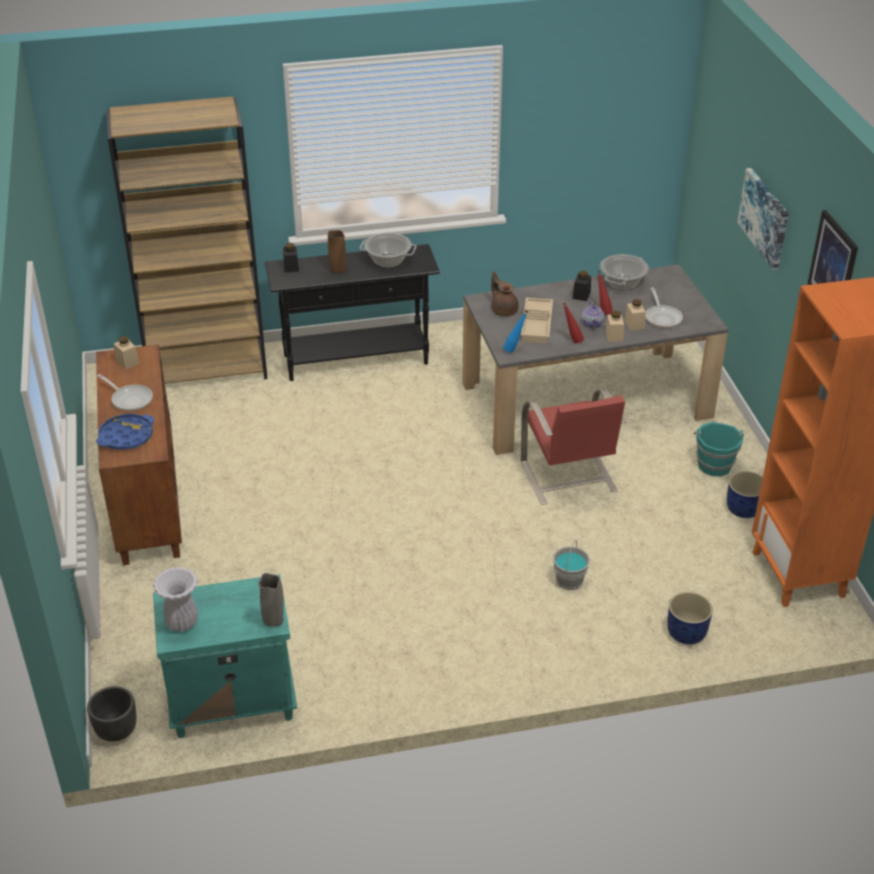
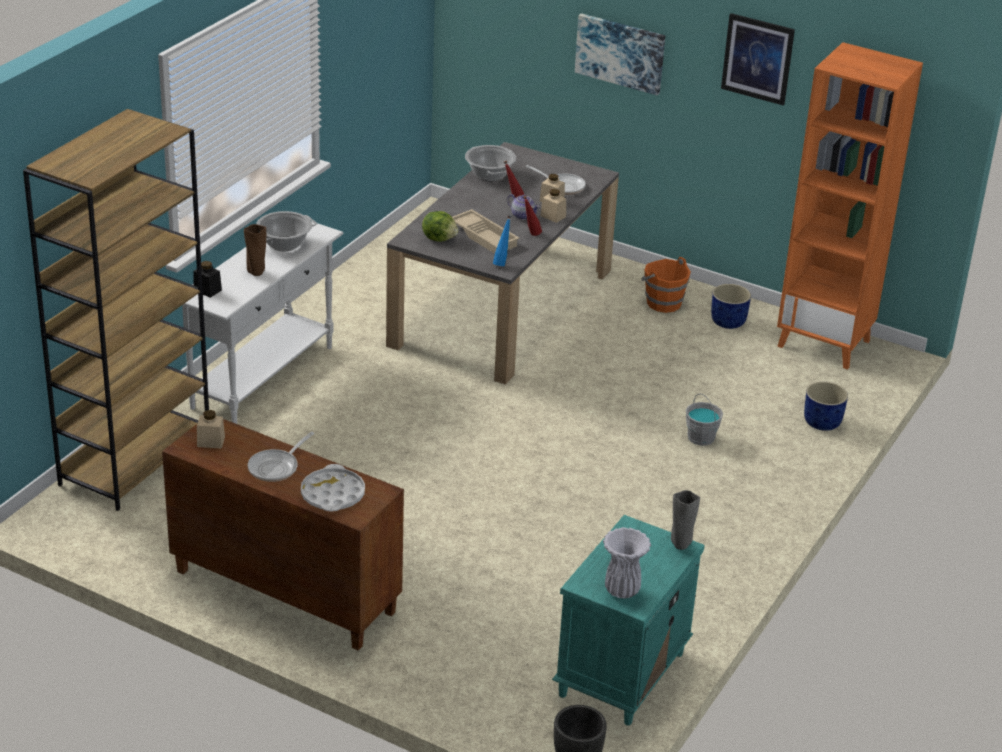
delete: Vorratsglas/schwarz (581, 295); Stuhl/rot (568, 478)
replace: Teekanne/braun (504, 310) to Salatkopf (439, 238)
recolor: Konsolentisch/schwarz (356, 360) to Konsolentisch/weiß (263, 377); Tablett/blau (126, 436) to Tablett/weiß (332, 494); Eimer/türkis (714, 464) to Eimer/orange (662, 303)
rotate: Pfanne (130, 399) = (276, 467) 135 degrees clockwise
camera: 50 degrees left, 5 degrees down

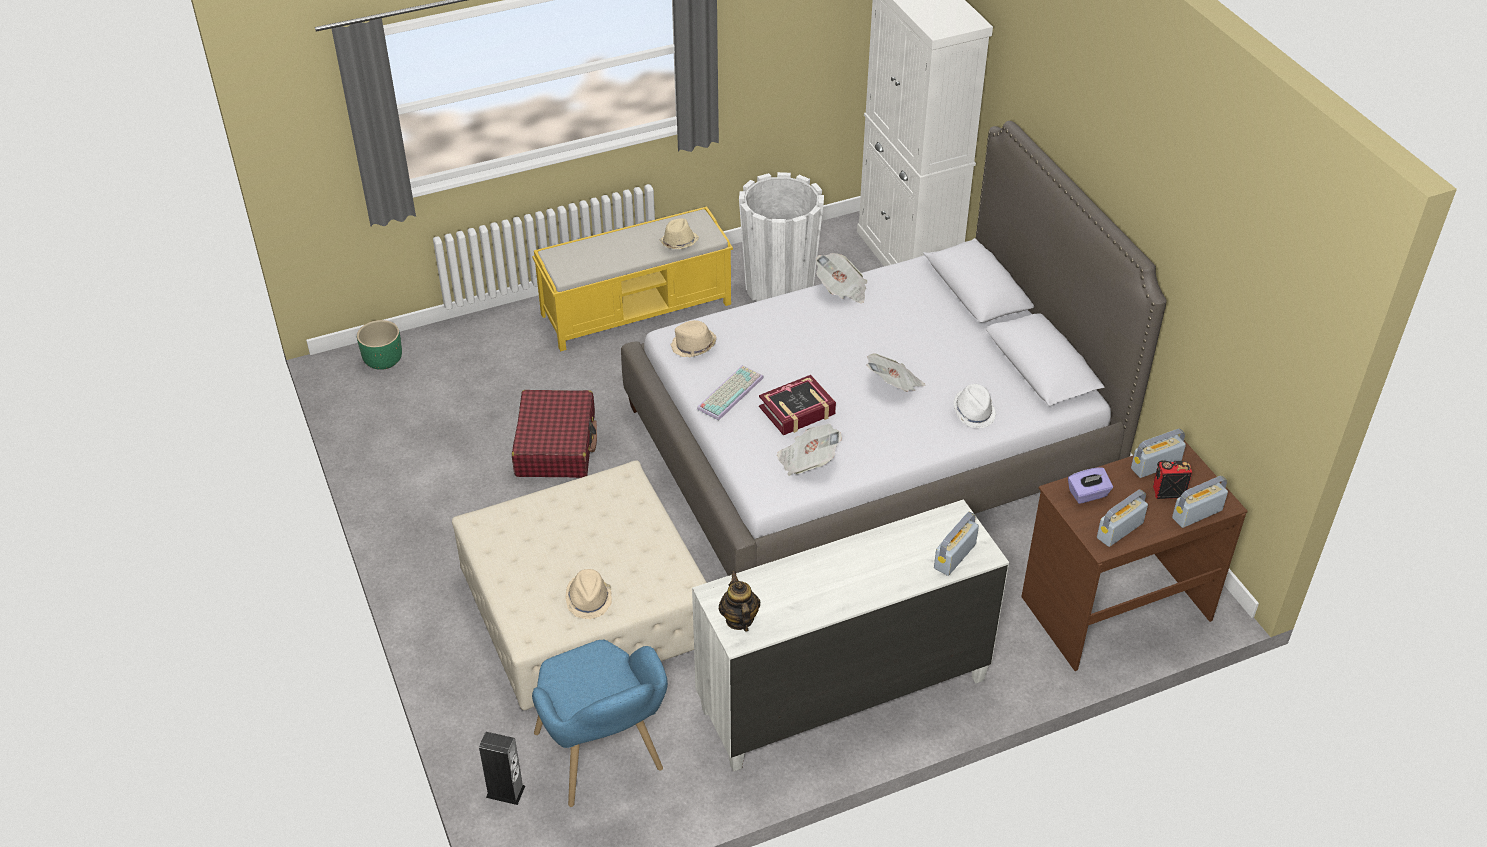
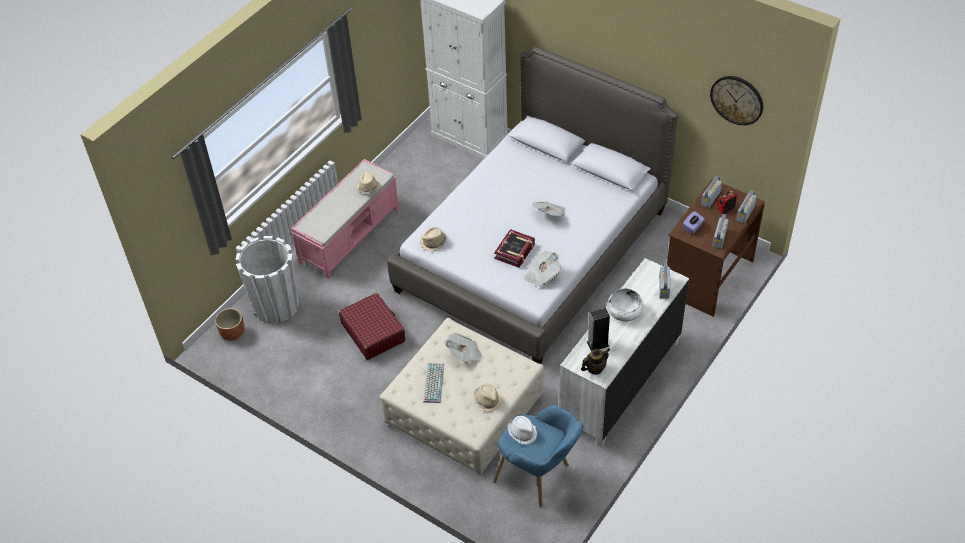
insert: Wanduhr (737, 100); Schüssel/weiß (624, 311)
move: Pflanzkübel/weiß (779, 287) to (276, 305); Zeitung (841, 290) to (464, 354); Tastatur (730, 392) to (433, 382); Hut/weiß (974, 412) to (522, 432); Lautsprecher (505, 791) to (597, 344)
recolor: Bank/gelb (637, 309) to Bank/rosa (350, 234); Pflanzkübel/grün (384, 361) to Pflanzkübel/braun (233, 333)
rotate: Teekanne (739, 619) = (595, 368) 105 degrees clockwise
camera: 30 degrees left, 5 degrees up

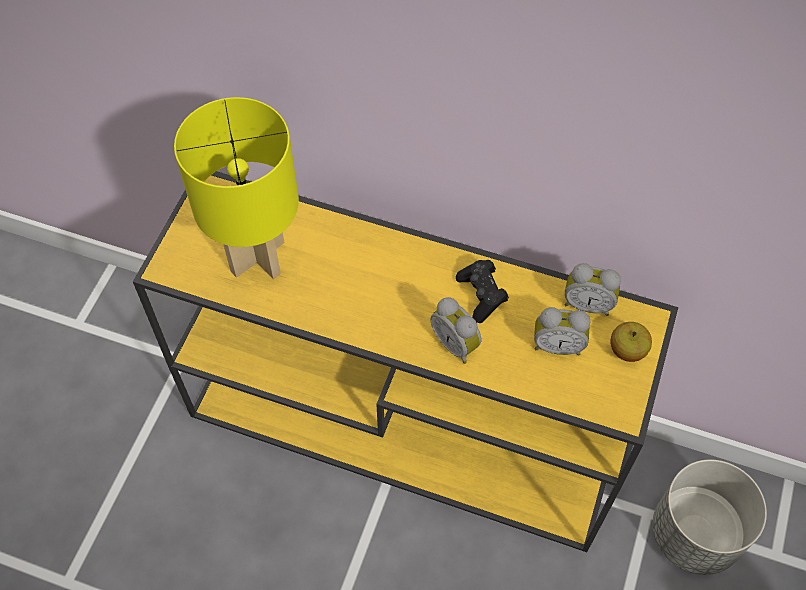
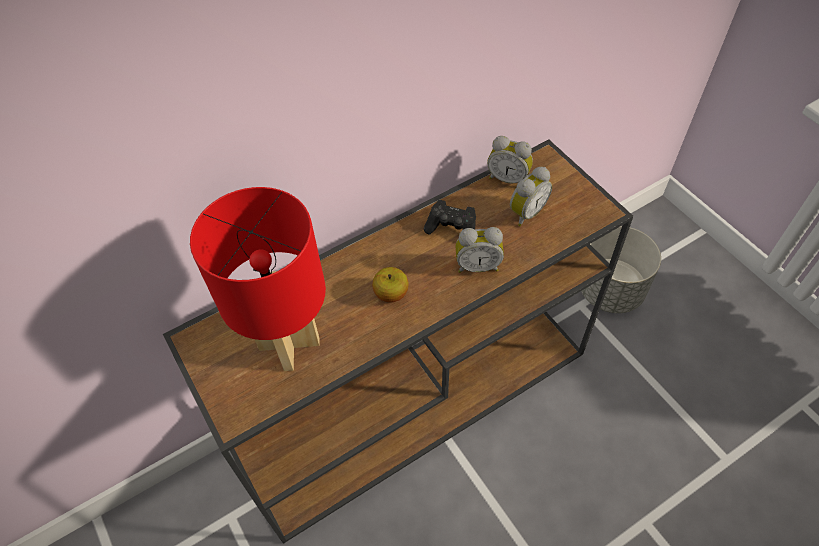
move: Apfel (627, 350) to (391, 294)
recolor: Tischlampe/gelb (259, 257) to Tischlampe/rot (290, 343); Konsolentisch/gelb (407, 427) to Konsolentisch/braun (418, 398)
rotate: Wecker (587, 303) = (508, 178) 60 degrees clockwise
camera: 50 degrees left, 5 degrees down

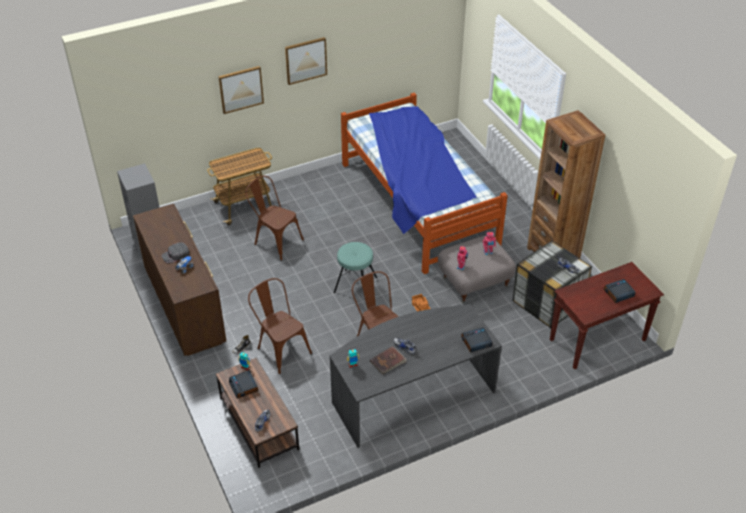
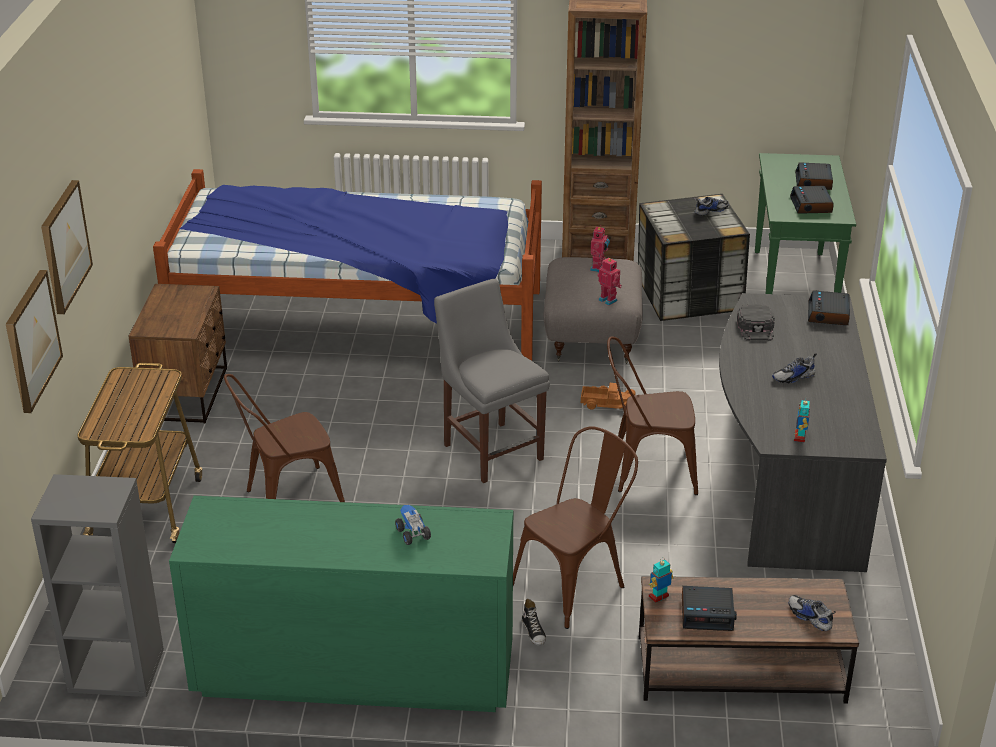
delete: Buch/braun (388, 361)
insert: Wecker (811, 205); Nachttisch/braun (187, 394)
move: Bild (305, 60) to (31, 340); Kappe/schwarz (175, 255) to (756, 328)
replace: Hocker/türkis (355, 285) to Stuhl/grau (491, 449)
recolor: Kommode/braun (185, 306) to Kommode/grün (353, 673); Konsolentisch/braun (597, 341) to Konsolentisch/grün (794, 286)
rotate: Stuhl/braun (280, 349) = (575, 583) 150 degrees clockwise
camera: 60 degrees left, 10 degrees down

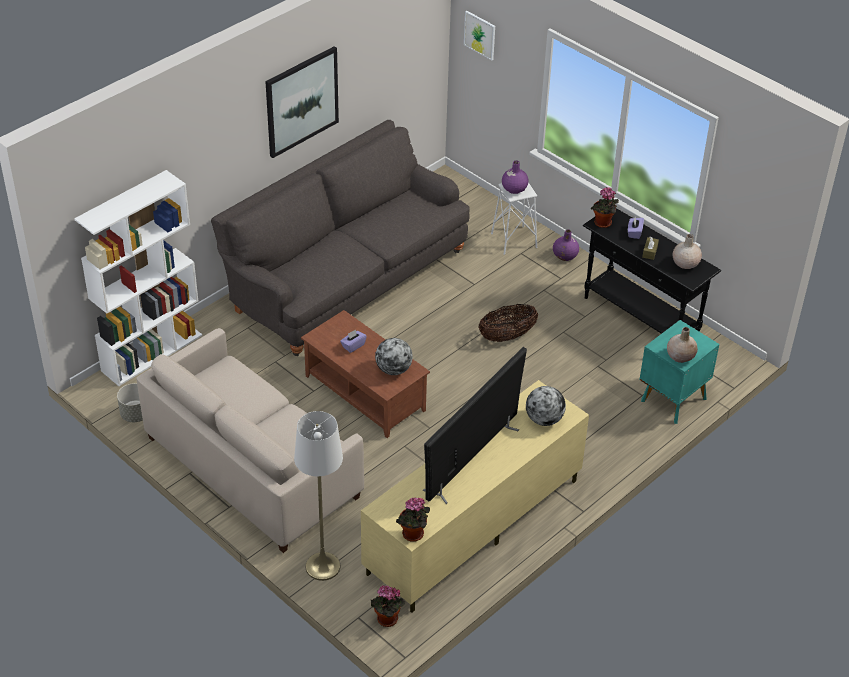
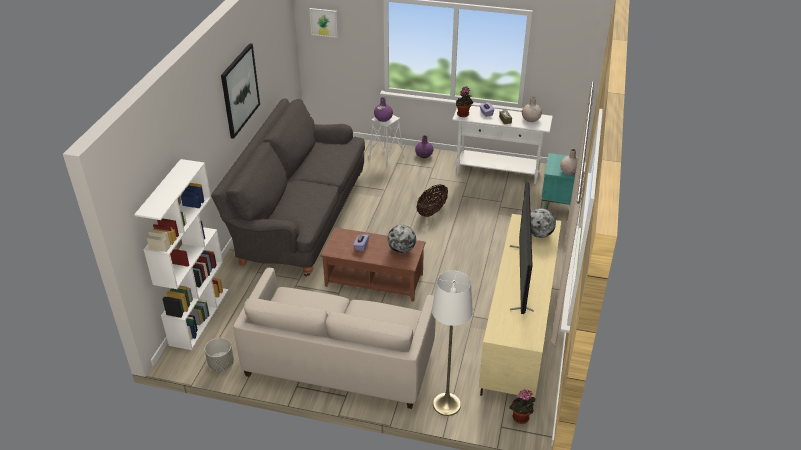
delete: Topfpflanze (413, 535)
recolor: Konsolentisch/schwarz (640, 317) to Konsolentisch/weiß (498, 171)
camera: 30 degrees left, 5 degrees down

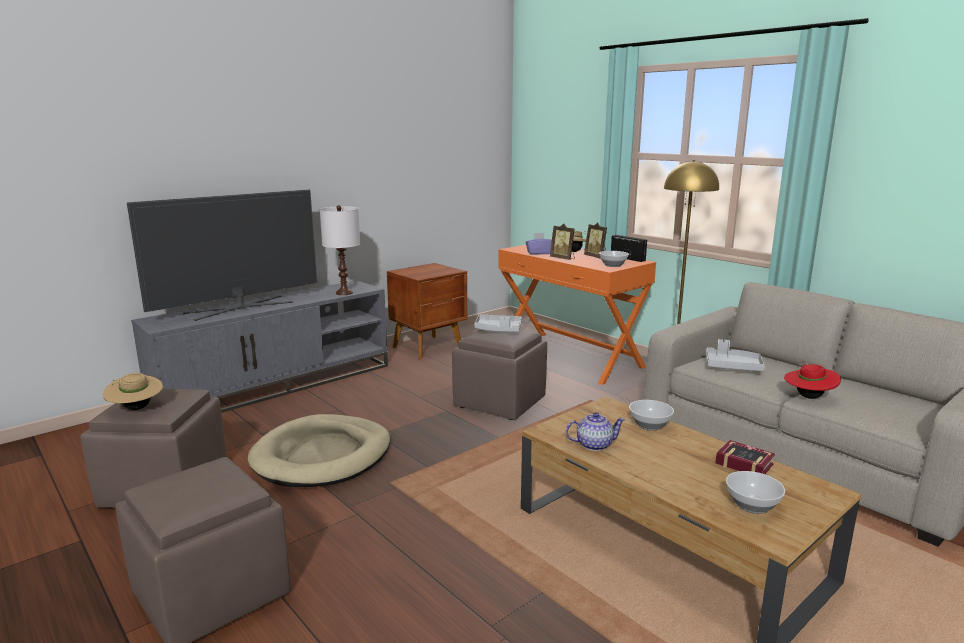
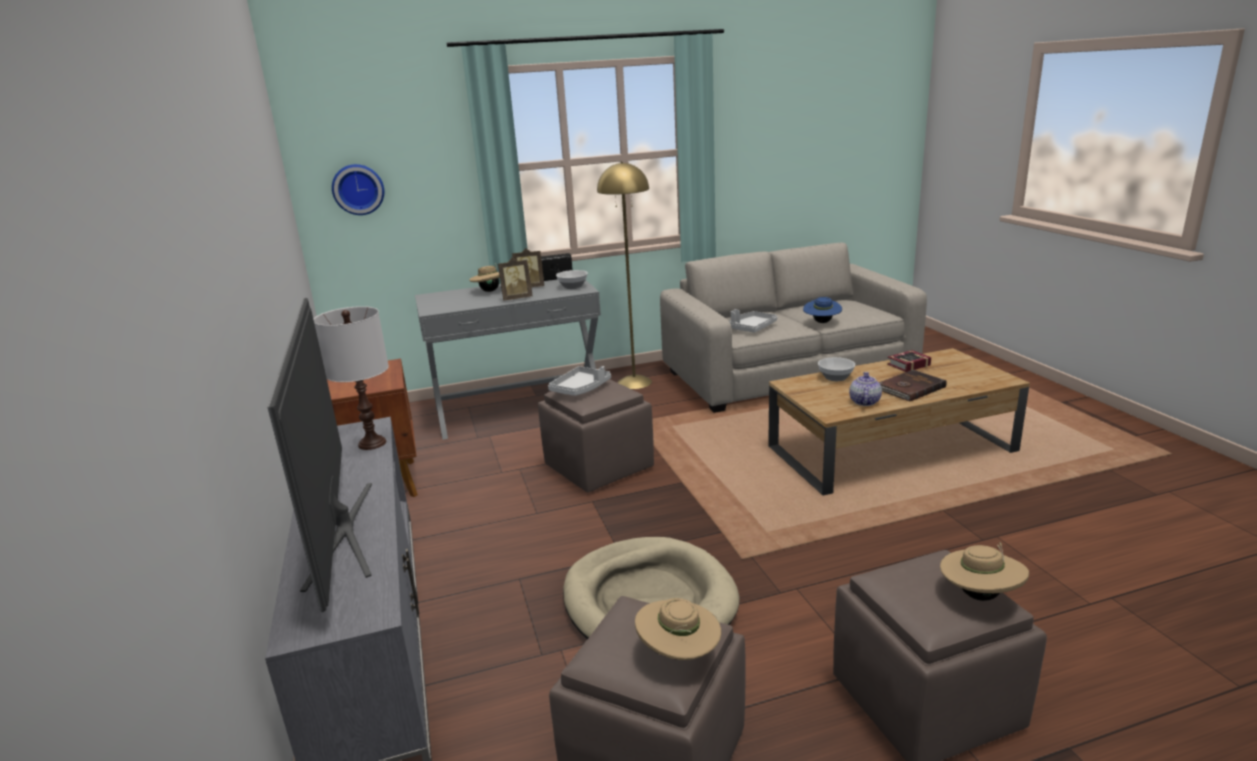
delete: Taschentuchbox/lila (539, 253); Schüssel (753, 505)
insert: Wanduhr (358, 189); Buch/braun (909, 388); Hut/beige (979, 595)
recolor: Konsolentisch/orange (570, 356) to Konsolentisch/grau (519, 409); Hut/rot (808, 397) to Hut/blau (821, 322)
camera: 65 degrees left, 5 degrees up

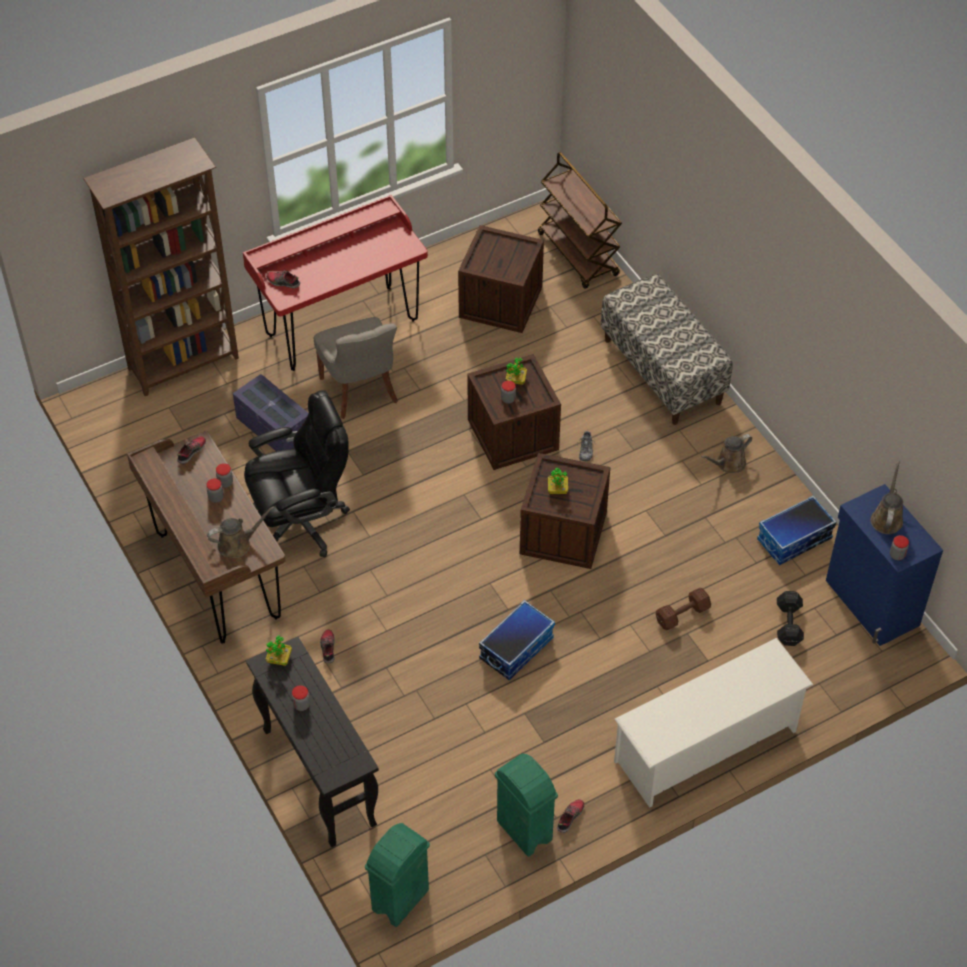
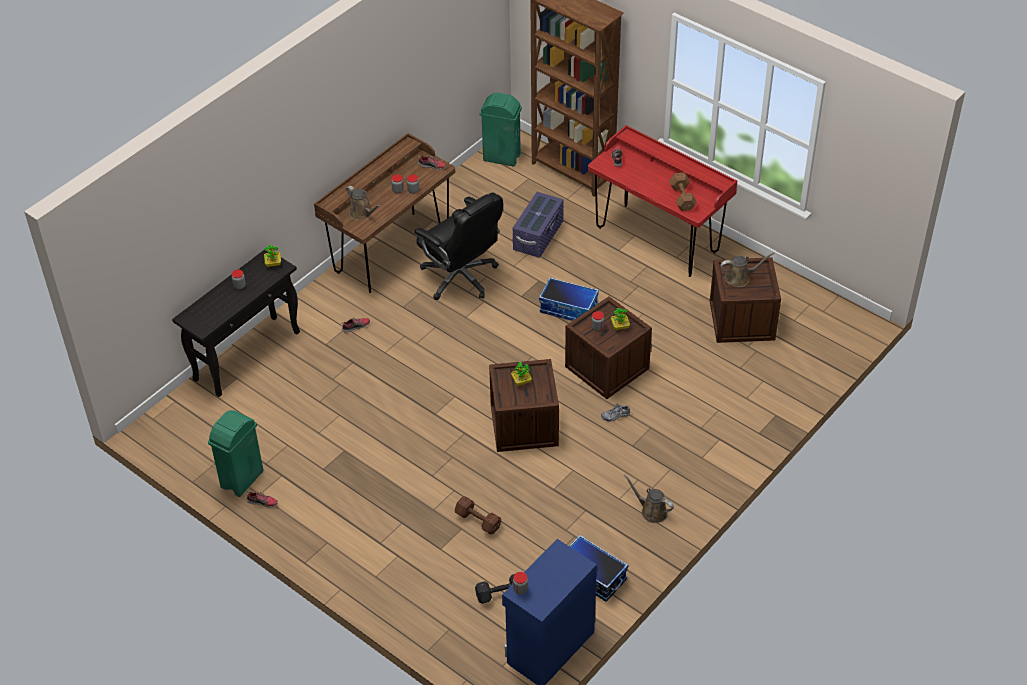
delete: Rollwagen/braun (578, 255); Bank (663, 371); Stuhl/grau (360, 391); Schuhregal/weiß (706, 746)
insert: Hantel/braun (682, 197)
move: Gießkanne/braun (887, 518) to (740, 278); Aufbewahrungsbox (516, 648) to (569, 309); Mülleimer/grün (399, 900) to (501, 157)
camera: 70 degrees right, 5 degrees down

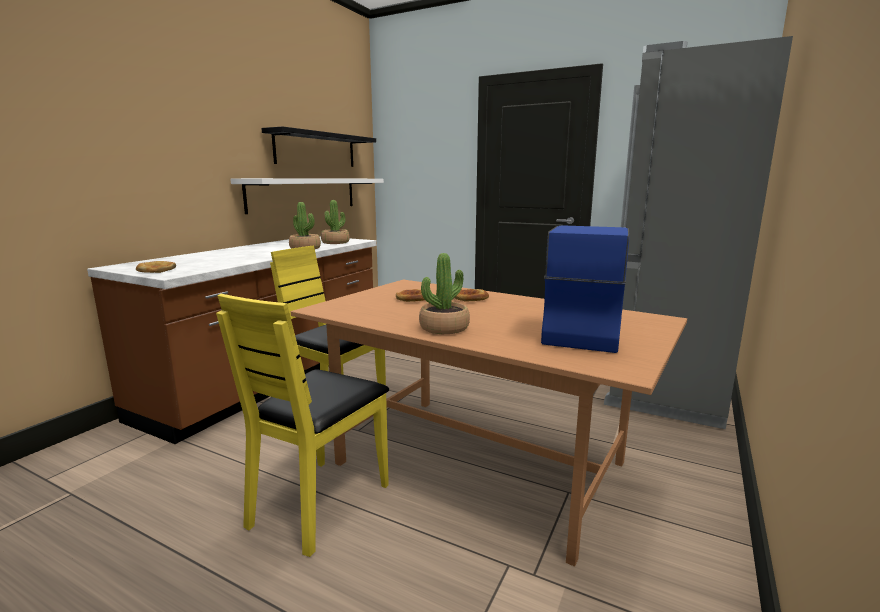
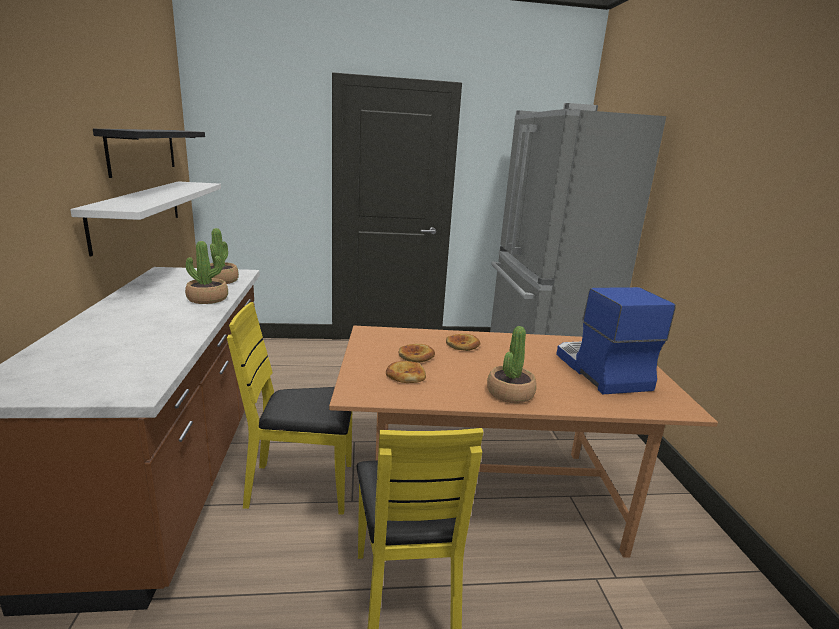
move: Brot (156, 270) to (405, 375)
camera: 35 degrees left, 5 degrees up

